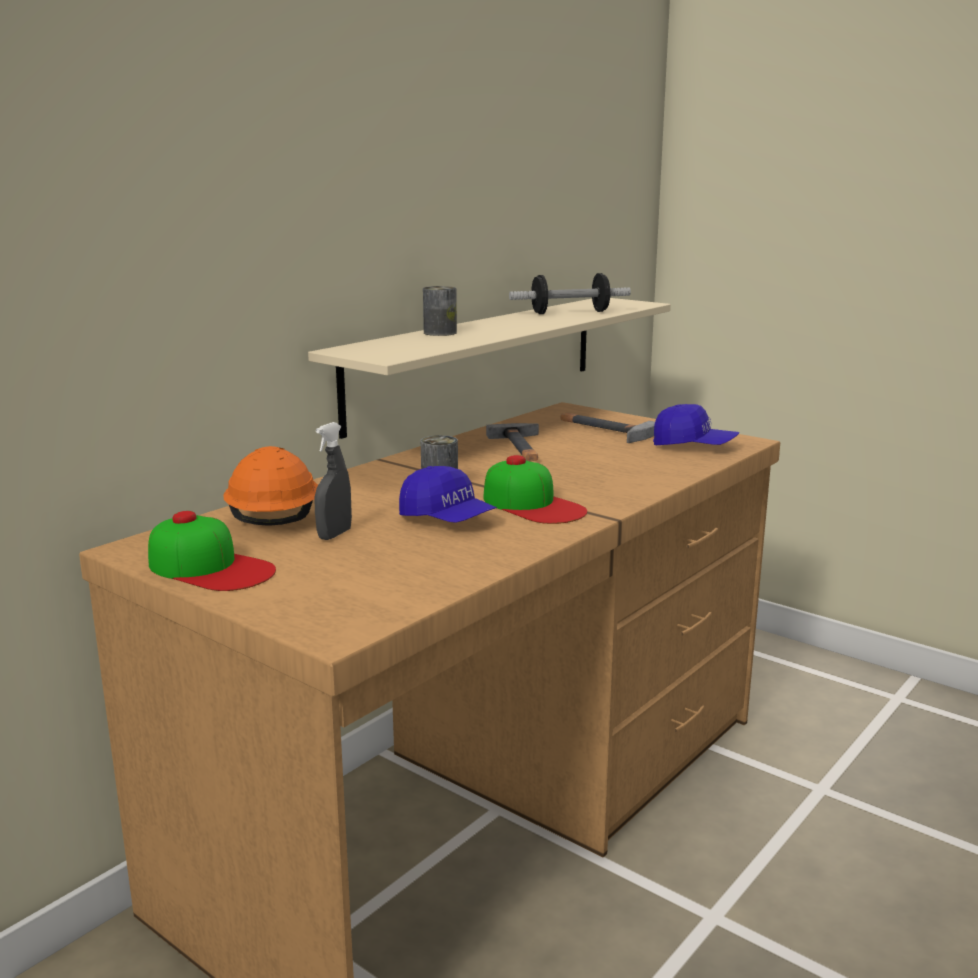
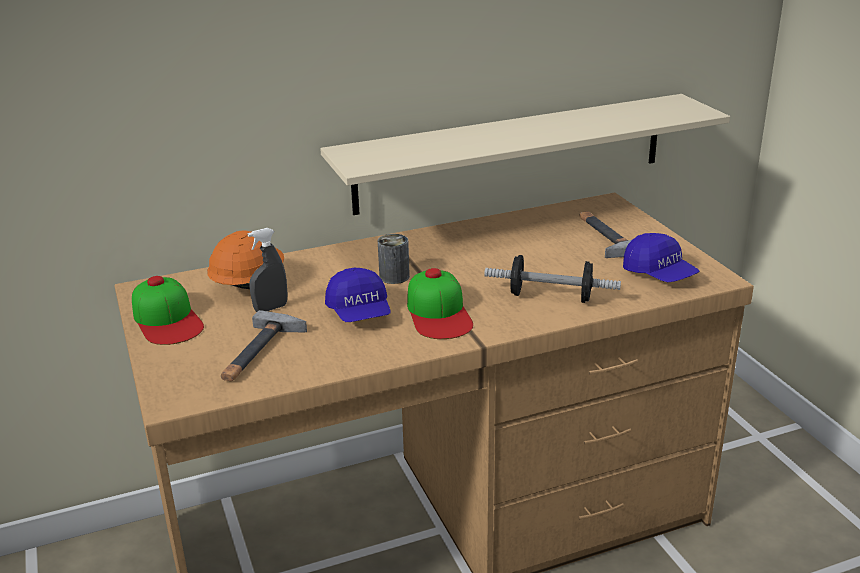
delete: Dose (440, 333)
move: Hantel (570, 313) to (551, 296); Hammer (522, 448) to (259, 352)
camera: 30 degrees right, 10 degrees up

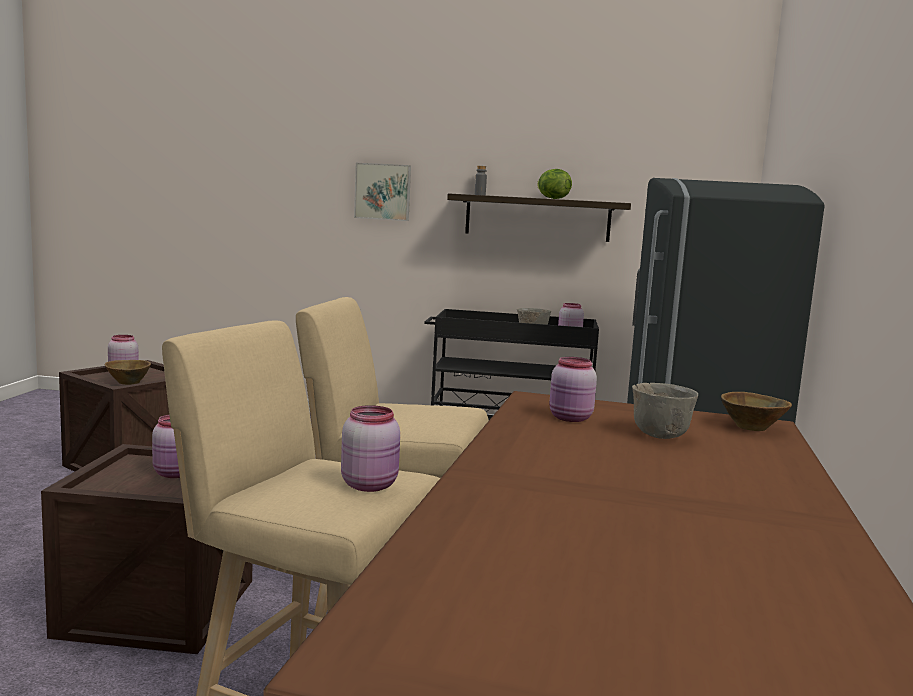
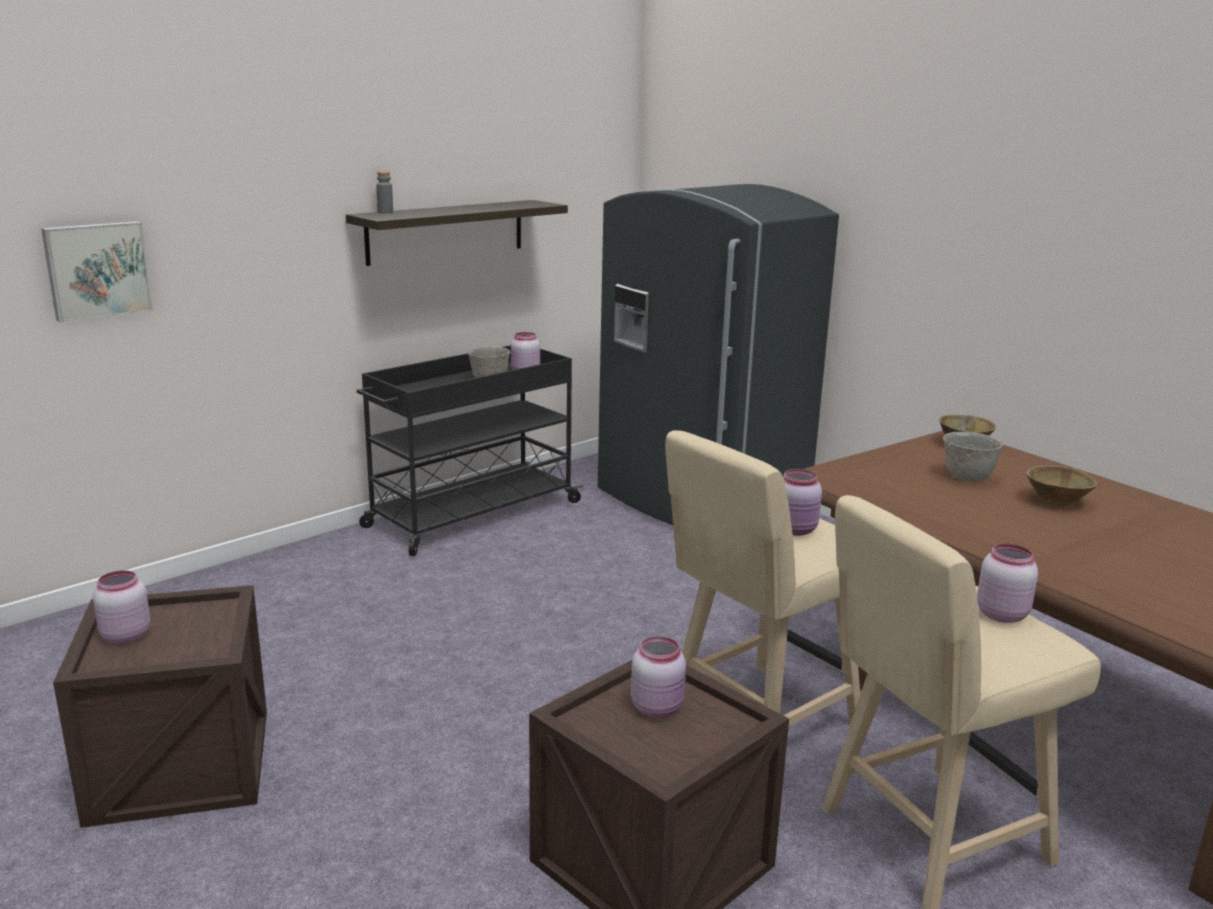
delete: Salatkopf (552, 198)
move: Bild (383, 192) to (97, 270); Vorratsglas/rosa (571, 418) to (796, 530); Schüssel/braun (128, 382) to (1056, 502)
camera: 50 degrees left, 10 degrees up

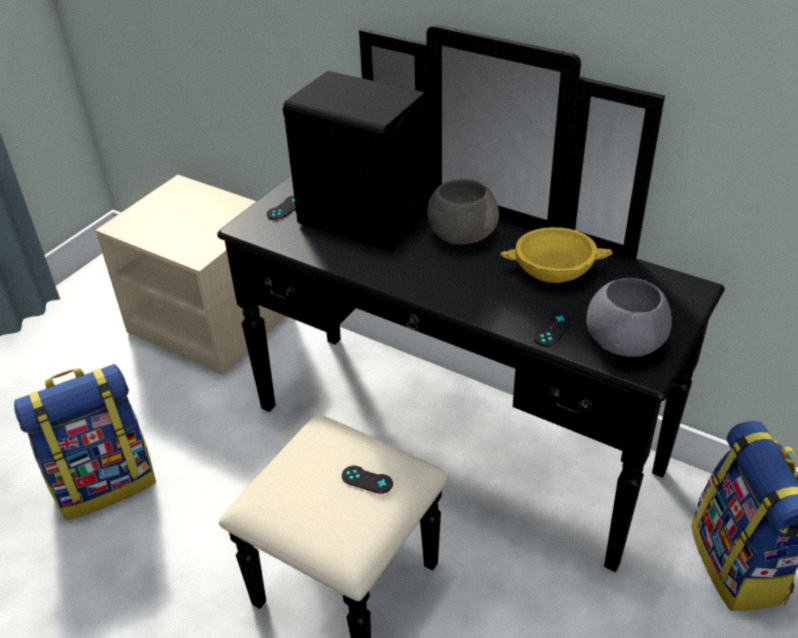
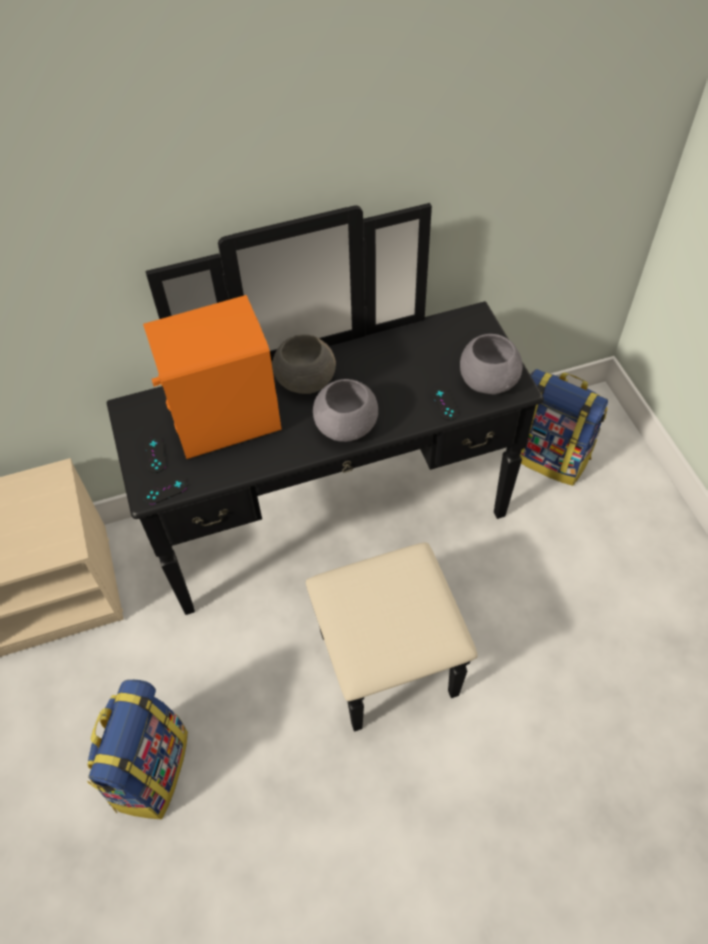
delete: Schüssel/gelb (553, 271)
insert: Schüssel/grau (347, 425)
move: Gamepad/schwarz (367, 480) to (165, 490)
recolor: Lautsprecher/schwarz (362, 219) to Lautsprecher/orange (224, 420)
camera: 50 degrees left, 15 degrees up

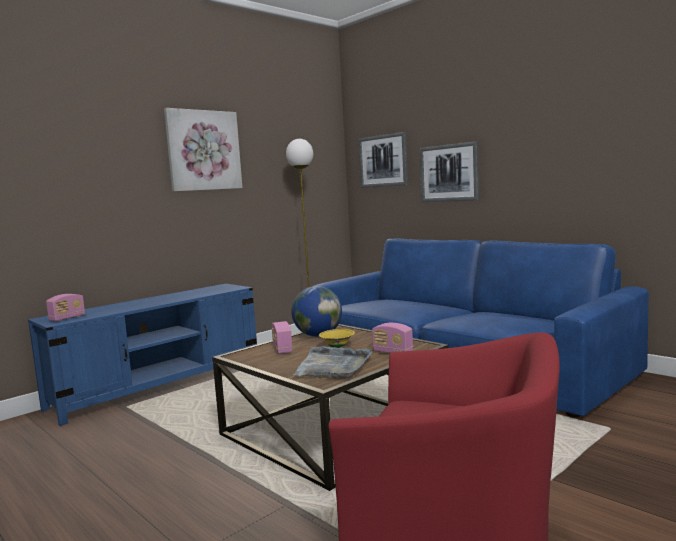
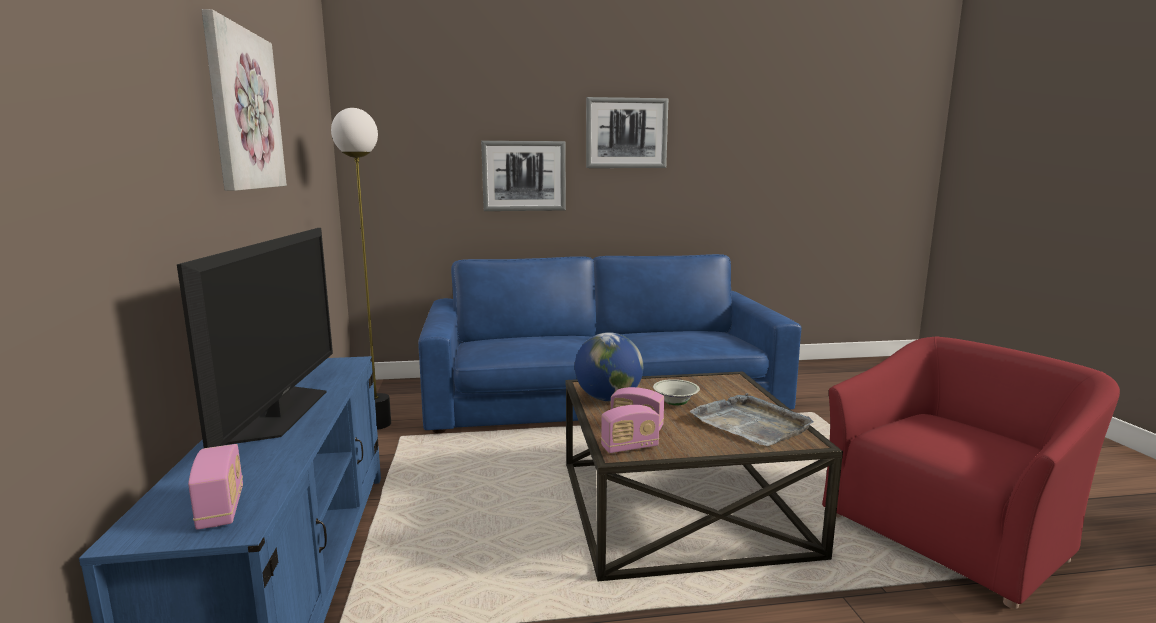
insert: Fernseher (280, 413)
move: Bild (383, 161) to (626, 133); Radio (393, 352) to (629, 447)
recolor: Schüssel/gelb (337, 347) to Schüssel/weiß (675, 404)
camera: 55 degrees left, 5 degrees up

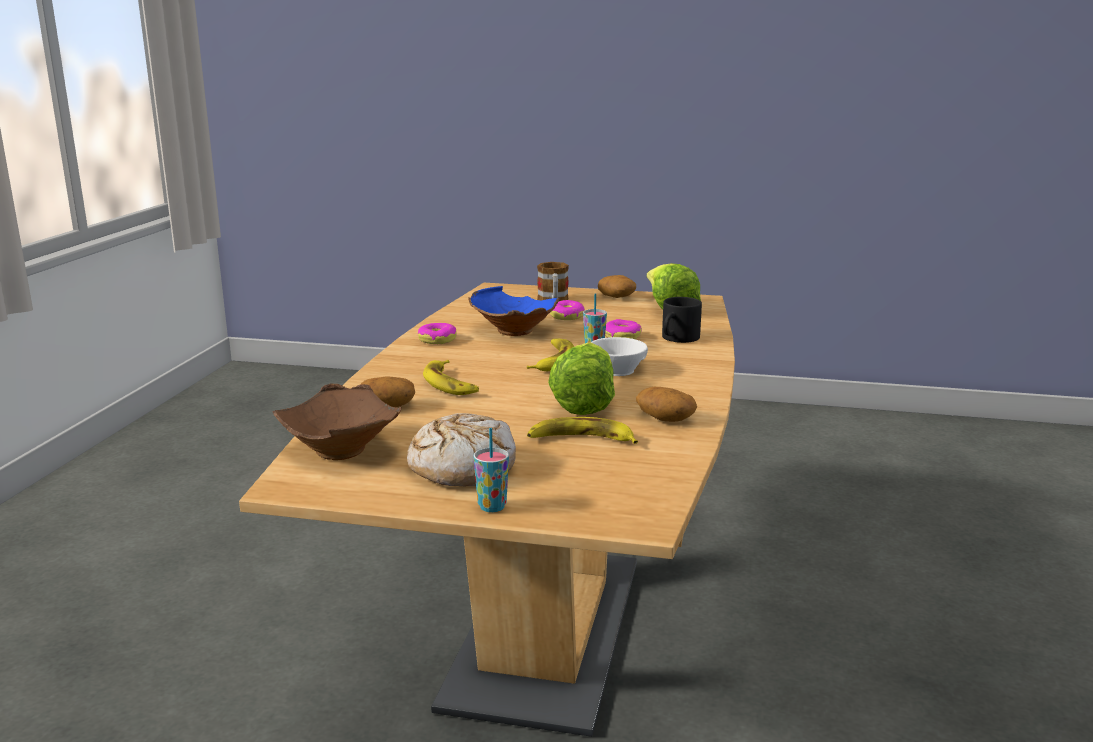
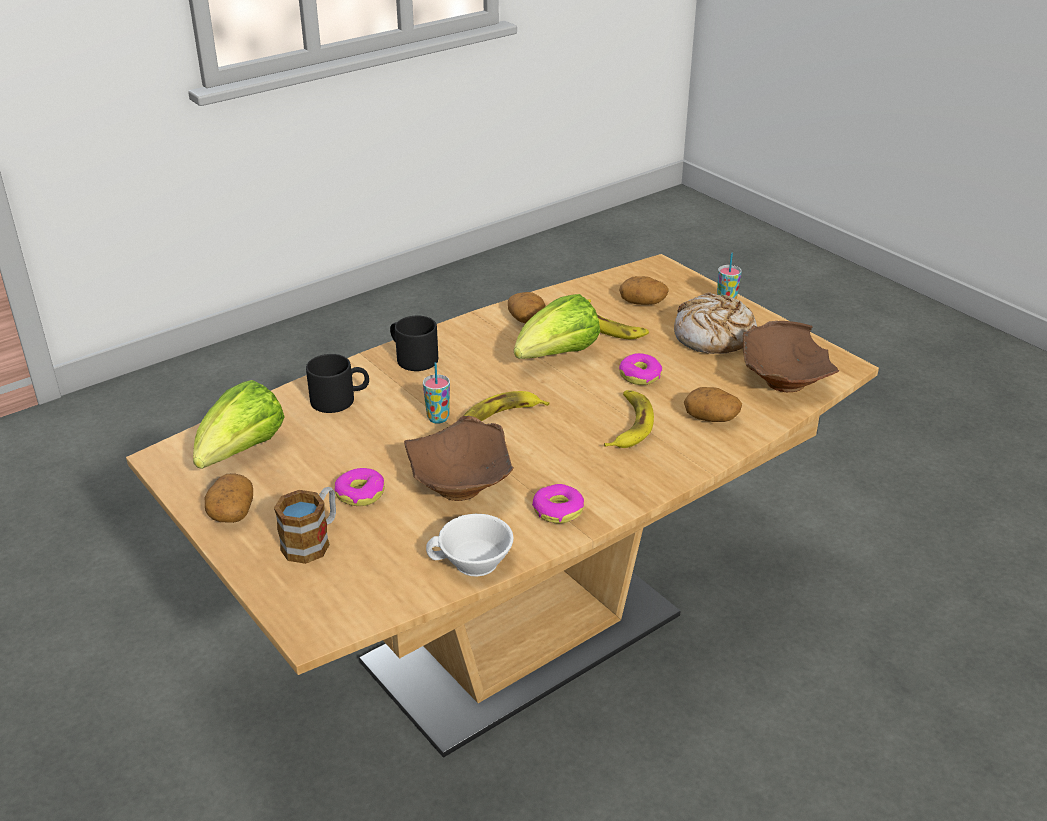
insert: Kartoffel (643, 302); Henkelbecher/schwarz (411, 358)
move: Donut (622, 336) to (640, 376); Tasse/weiß (617, 369) to (473, 564)
recolor: Schüssel/blau (513, 332) to Schüssel/braun (463, 487)
camera: 140 degrees left, 15 degrees up

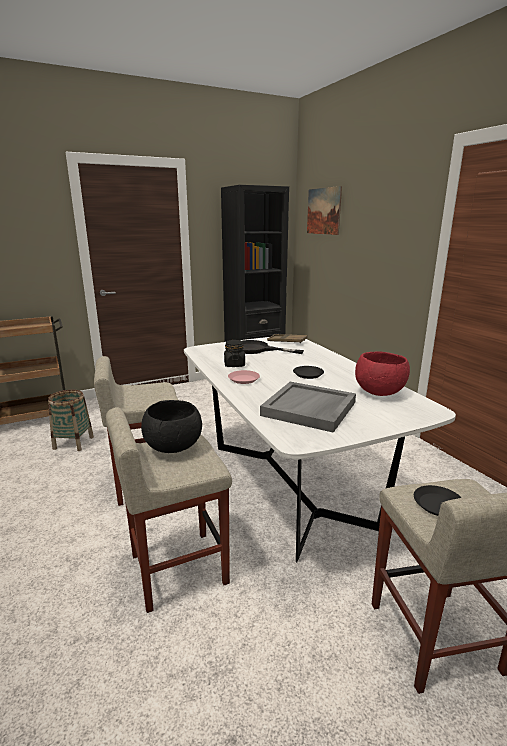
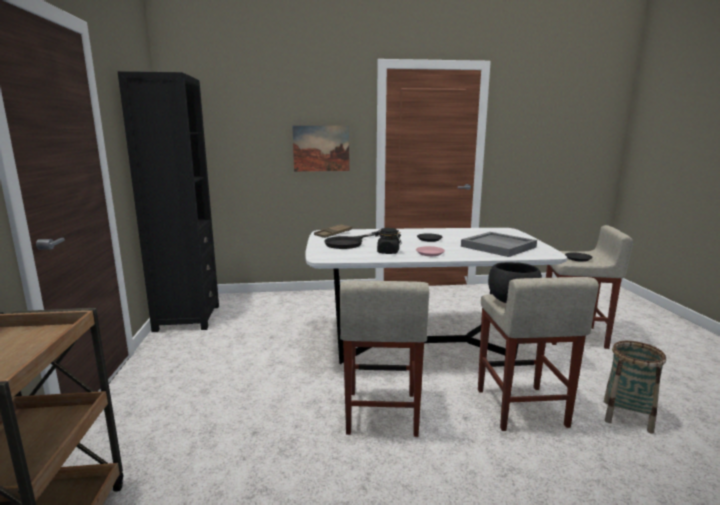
delete: Schüssel/rot (380, 393)
move: Bild (323, 211) to (321, 148); Korb (73, 443) to (627, 416)
camera: 70 degrees left, 5 degrees down

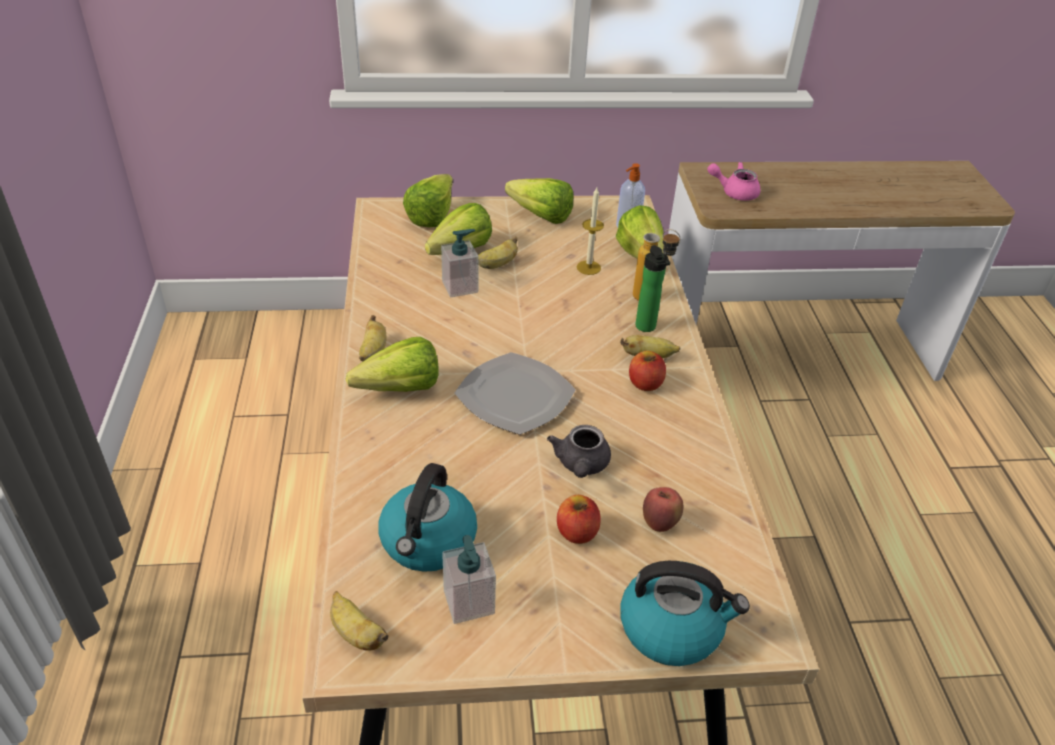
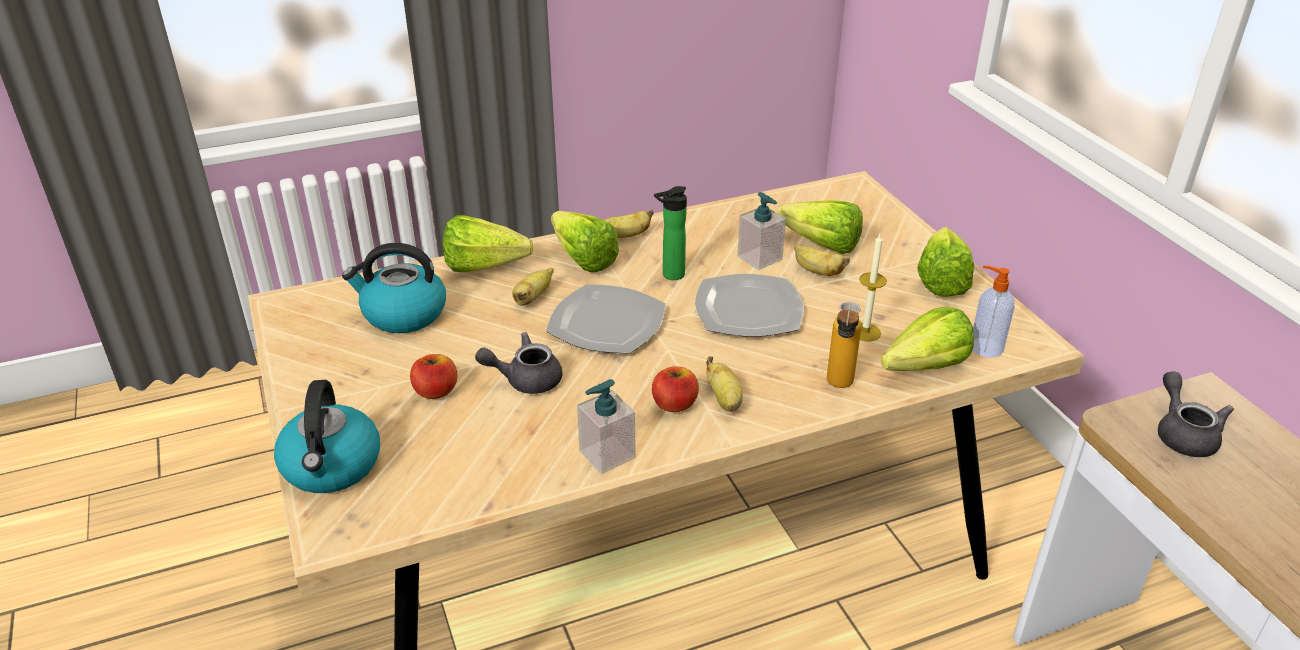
delete: Apfel (659, 523)
insert: Teller (748, 310)
move: Salatkopf (435, 214) to (491, 268); Flasche (646, 328) to (670, 275); Seifenspender (469, 602) to (607, 454); Banane (356, 634) to (533, 298)
recolor: Teekanne/rosa (734, 192) to Teekanne/grau (1183, 434)
camera: 75 degrees right, 5 degrees down

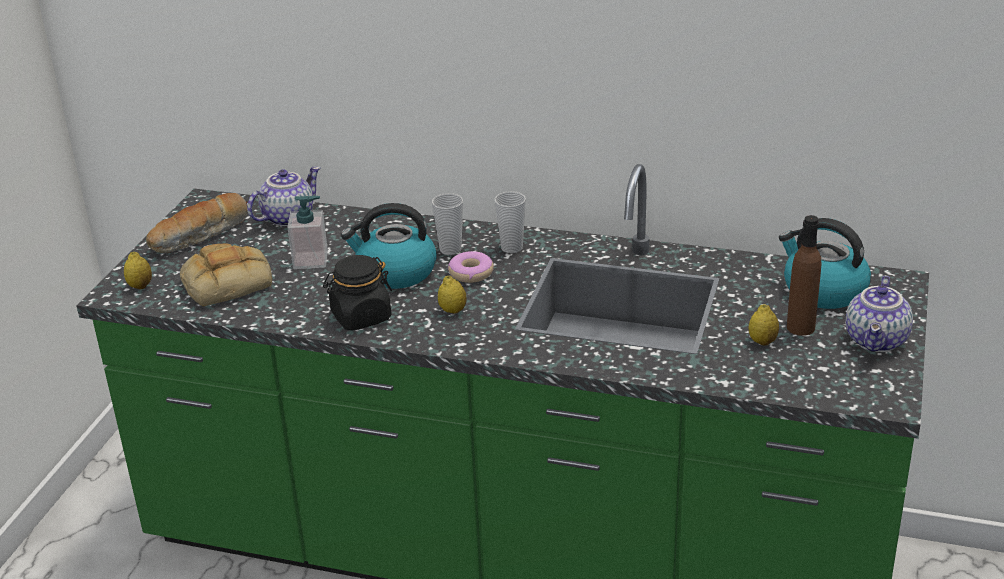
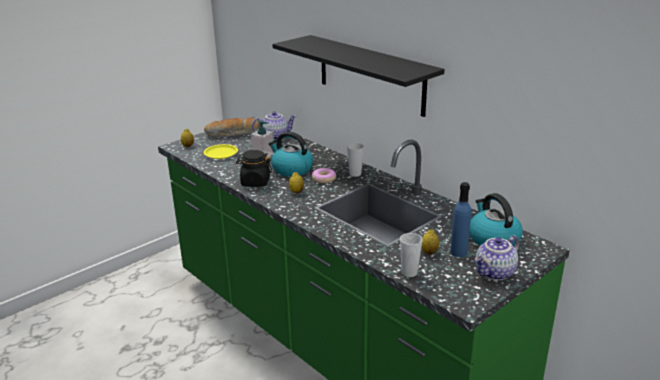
insert: Wandregal/schwarz (370, 74)
move: Tasse (450, 249) to (409, 272)
replace: Brot (228, 282) to Teller/gelb (221, 154)
recolor: Flasche/braun (800, 327) to Flasche/blau (458, 252)
camera: 30 degrees right, 5 degrees down

